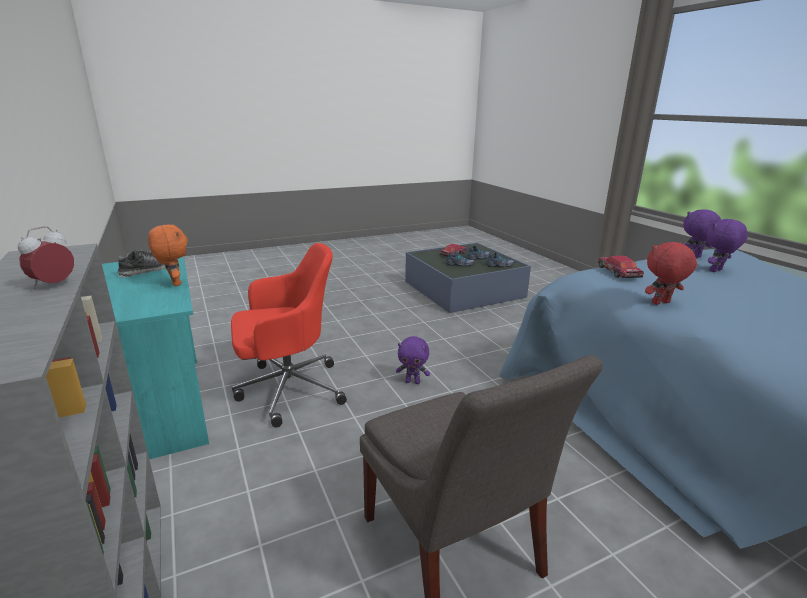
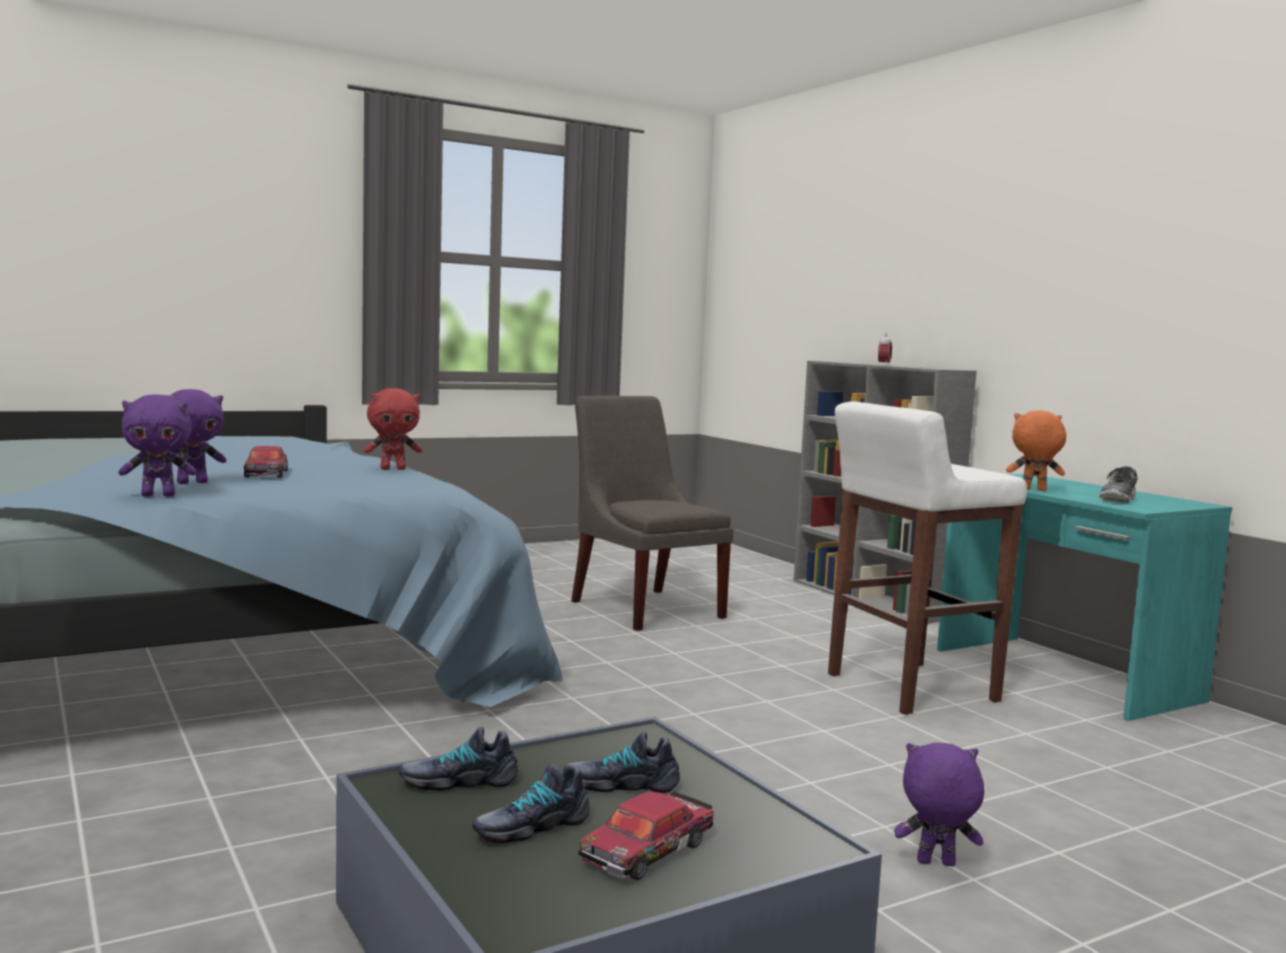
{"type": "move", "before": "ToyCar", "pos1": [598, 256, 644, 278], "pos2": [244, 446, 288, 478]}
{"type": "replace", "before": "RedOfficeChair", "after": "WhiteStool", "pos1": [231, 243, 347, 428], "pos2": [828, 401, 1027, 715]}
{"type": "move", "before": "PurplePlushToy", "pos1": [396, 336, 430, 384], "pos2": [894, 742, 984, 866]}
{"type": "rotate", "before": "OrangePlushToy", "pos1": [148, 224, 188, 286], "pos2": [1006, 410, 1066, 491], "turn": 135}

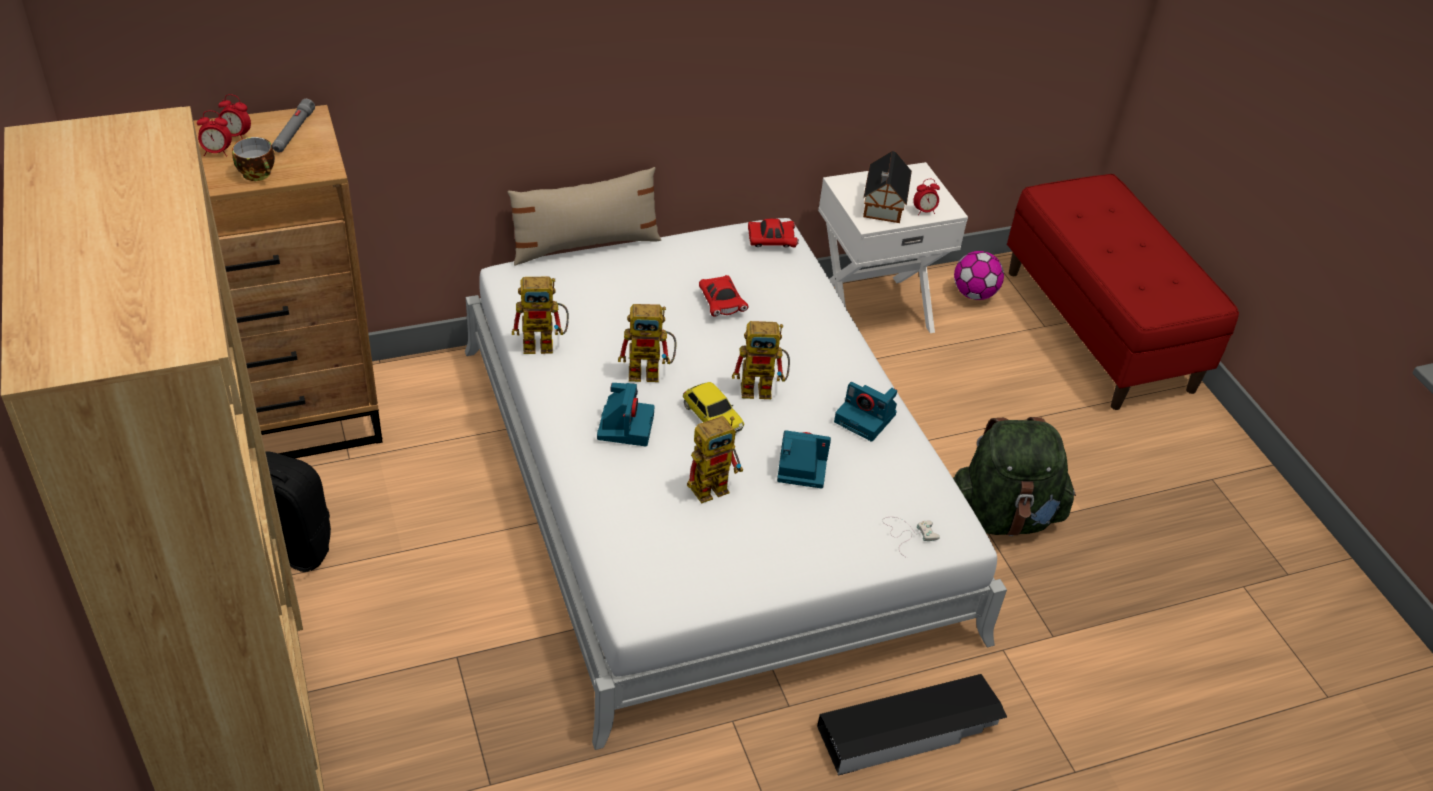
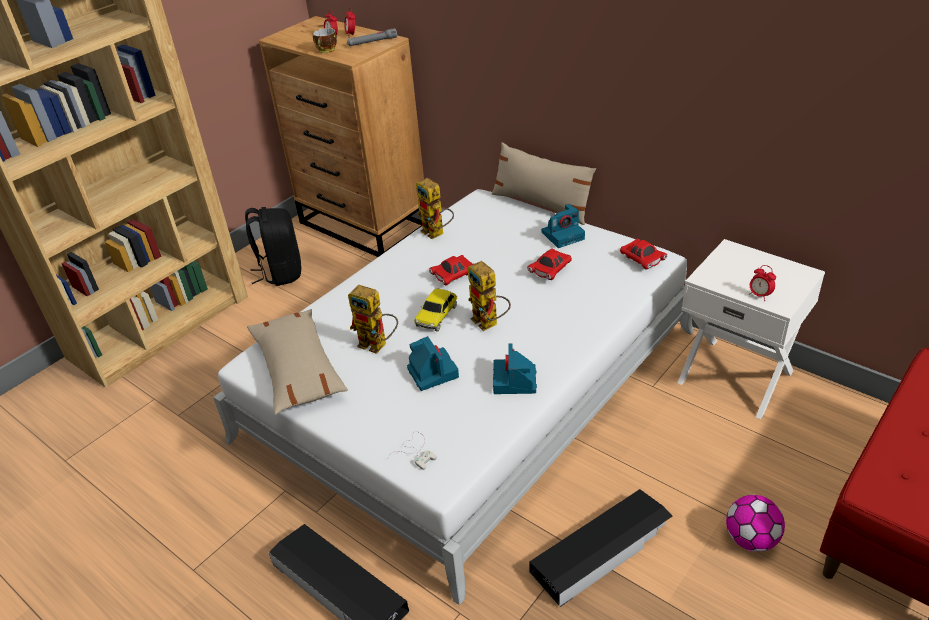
{"type": "insert", "after": "BeigePillow", "pos2": [247, 309, 348, 415]}
{"type": "replace", "before": "ToyRobot", "after": "RedToyCar", "pos1": [618, 304, 677, 382], "pos2": [429, 255, 473, 285]}
{"type": "replace", "before": "GreenBackpack", "after": "BlackStorageBox", "pos1": [953, 417, 1076, 536], "pos2": [529, 489, 672, 607]}
{"type": "move", "before": "PhotoCamera", "pos1": [597, 383, 655, 446], "pos2": [541, 204, 585, 248]}
{"type": "move", "before": "Football", "pos1": [954, 251, 1004, 300], "pos2": [726, 495, 785, 552]}
{"type": "delete", "before": "ToyHouse", "pos1": [863, 151, 912, 223]}

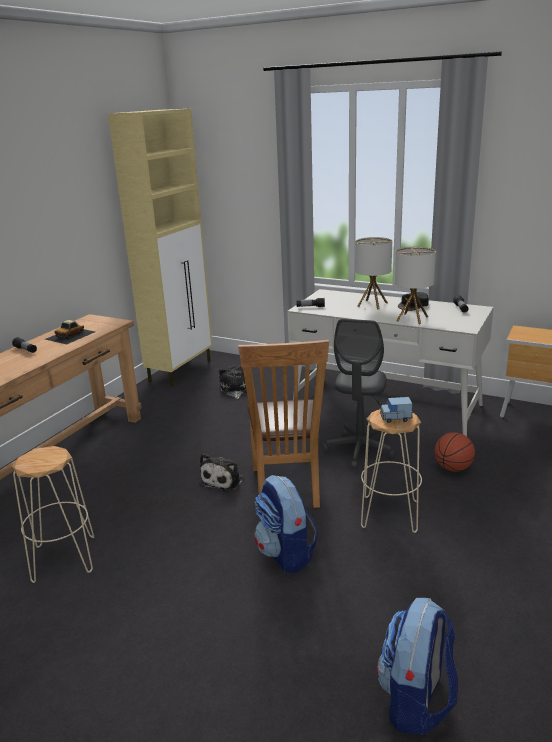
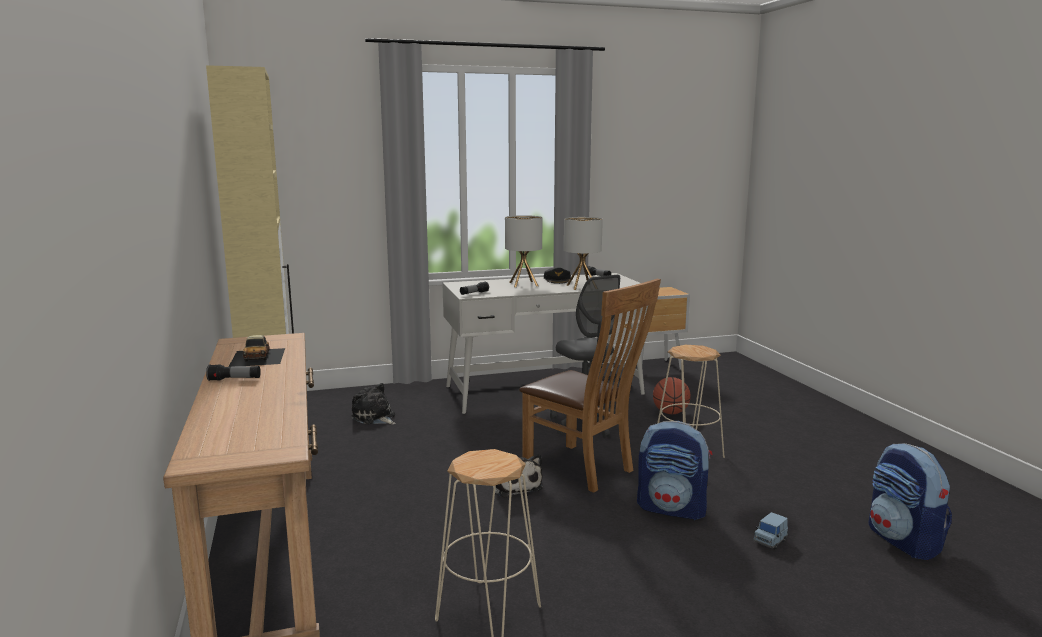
{"type": "move", "before": "BlueToyCar", "pos1": [380, 397, 413, 423], "pos2": [753, 512, 788, 549]}

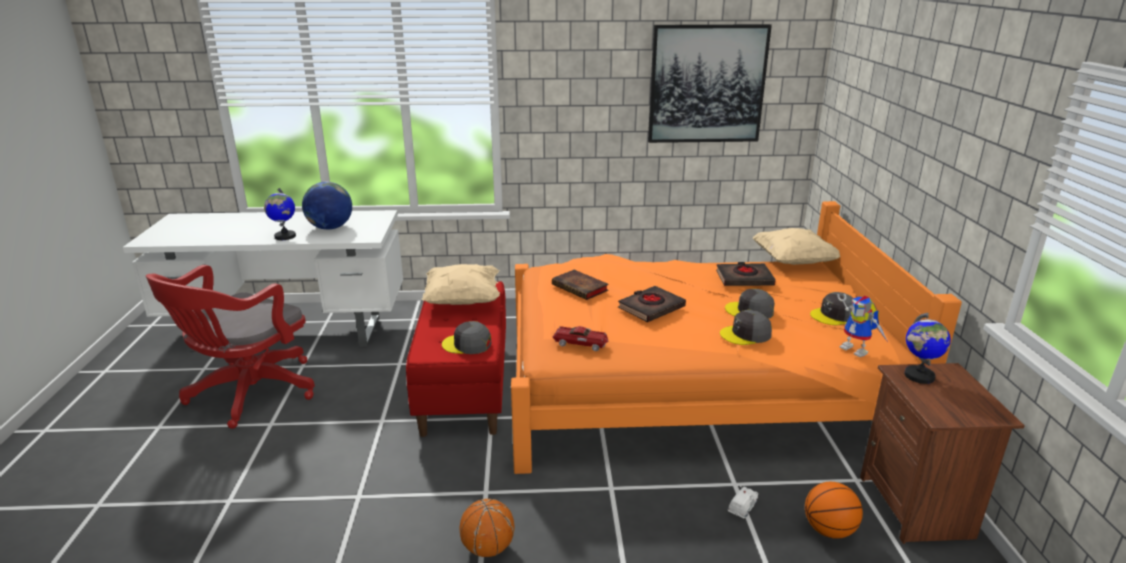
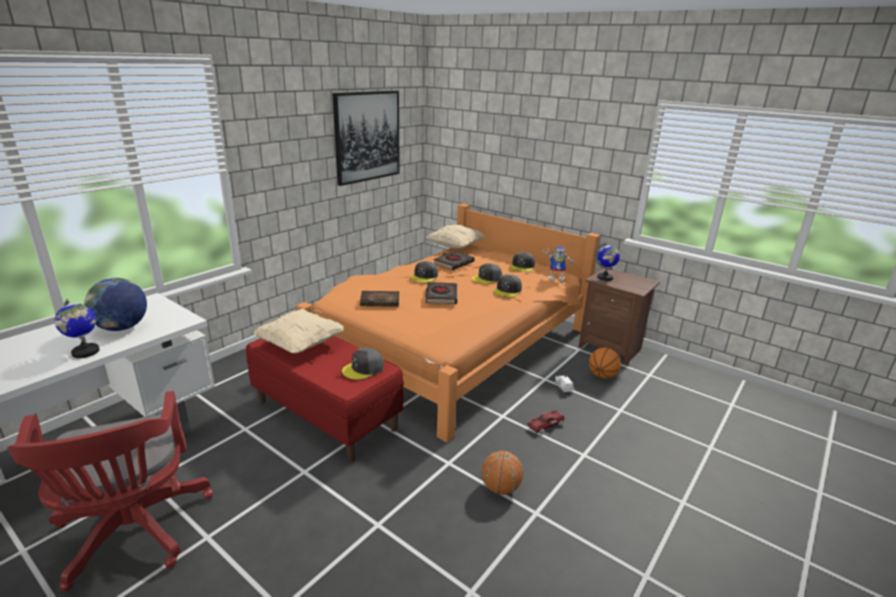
{"type": "insert", "after": "GreyCap", "pos2": [411, 261, 438, 282]}
{"type": "move", "before": "ToyCar", "pos1": [553, 326, 608, 351], "pos2": [527, 410, 565, 434]}

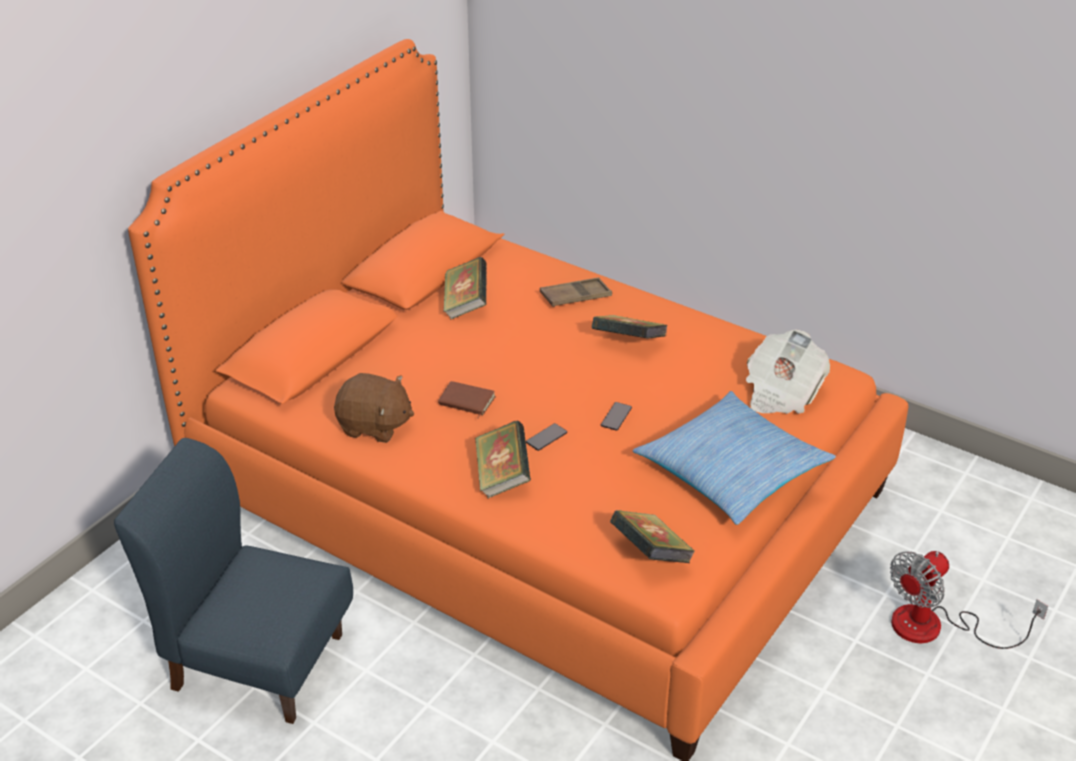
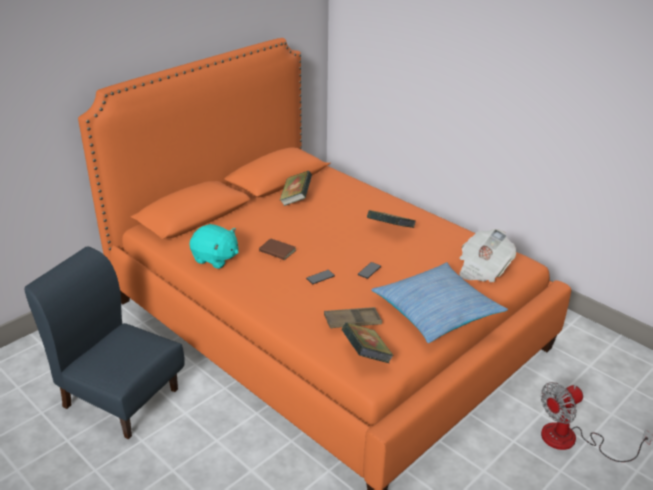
{"type": "recolor", "before": "BrownPlushToy", "after": "TurquoisePlushToy", "pos1": [334, 373, 414, 443], "pos2": [189, 224, 239, 269]}
{"type": "move", "before": "BrownTray", "pos1": [540, 278, 612, 307], "pos2": [324, 307, 382, 329]}
{"type": "delete", "before": "Book", "pos1": [475, 421, 531, 498]}

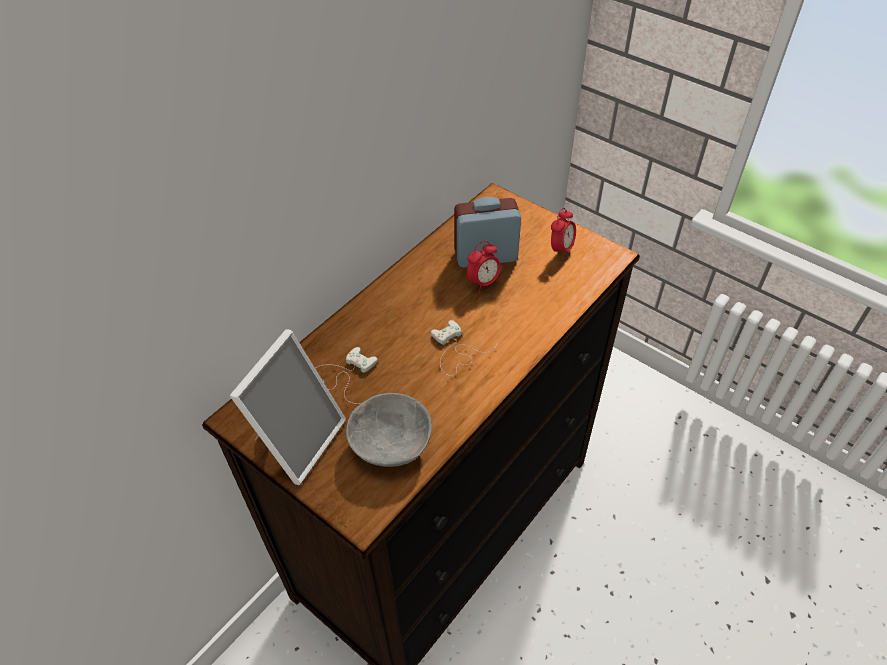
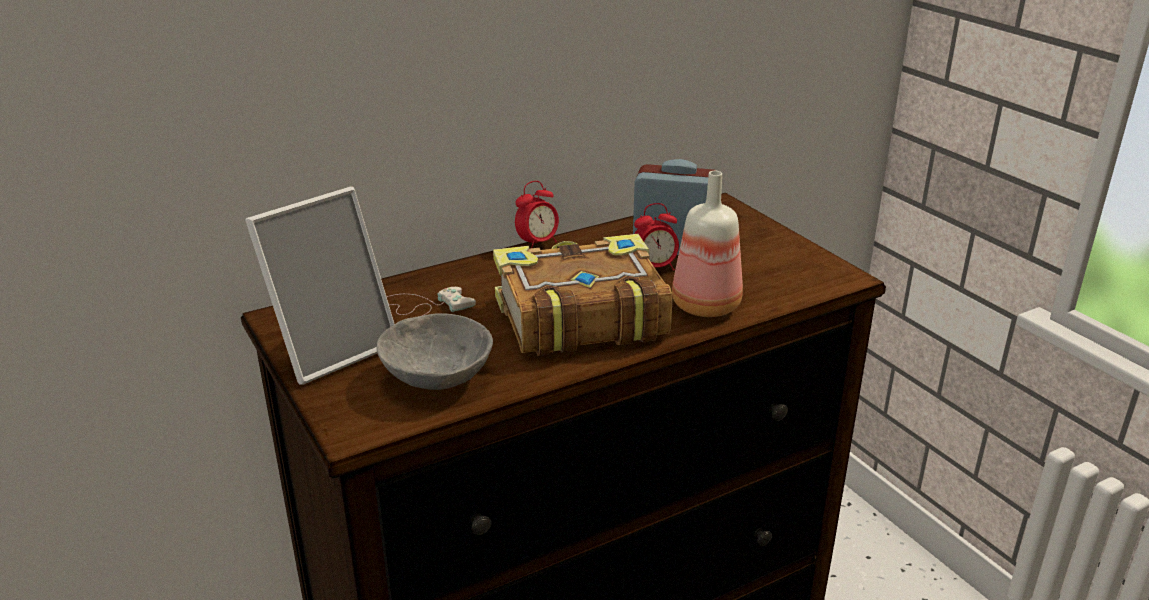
{"type": "replace", "before": "WhiteGameController", "after": "Book", "pos1": [431, 320, 497, 376], "pos2": [493, 234, 672, 356]}
{"type": "move", "before": "AlarmClock", "pos1": [551, 208, 576, 259], "pos2": [515, 181, 559, 248]}
{"type": "insert", "after": "Bottle", "pos2": [672, 171, 743, 317]}

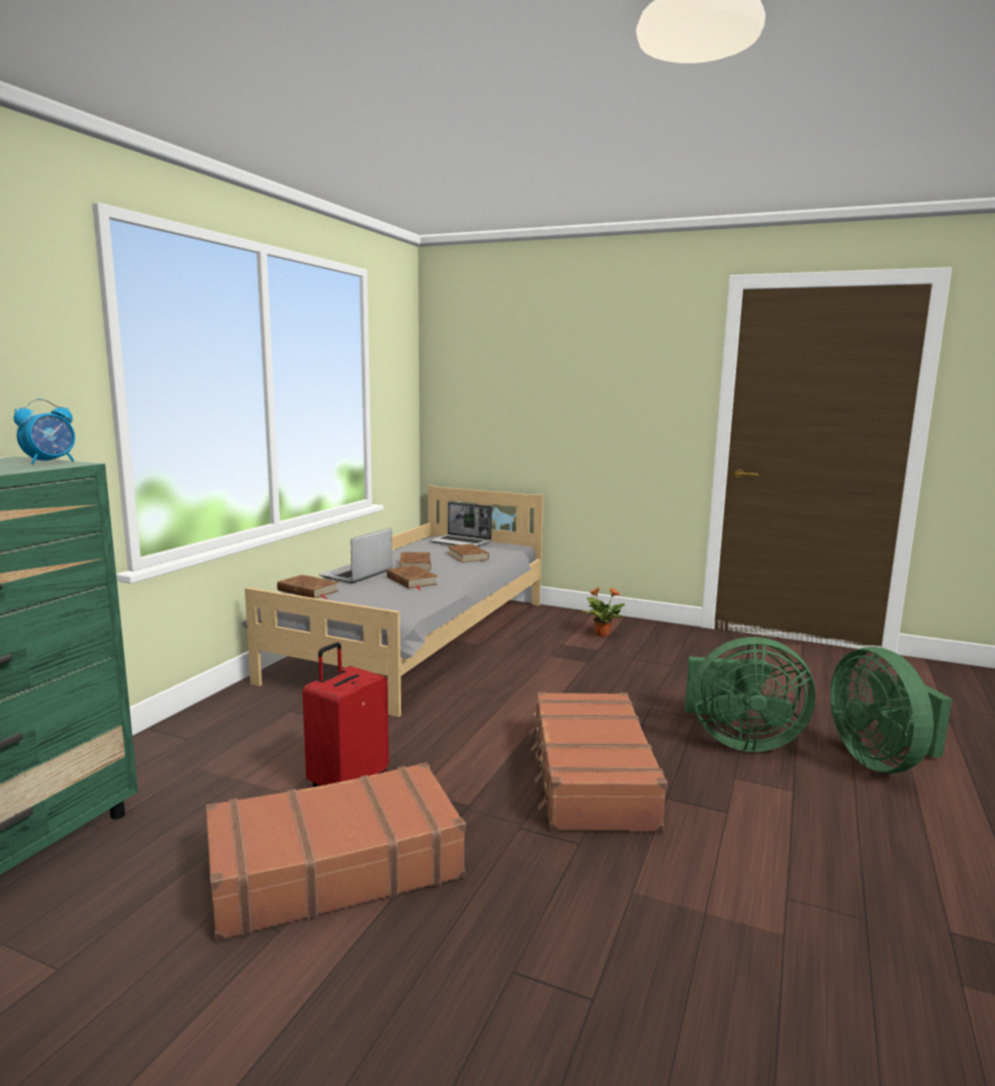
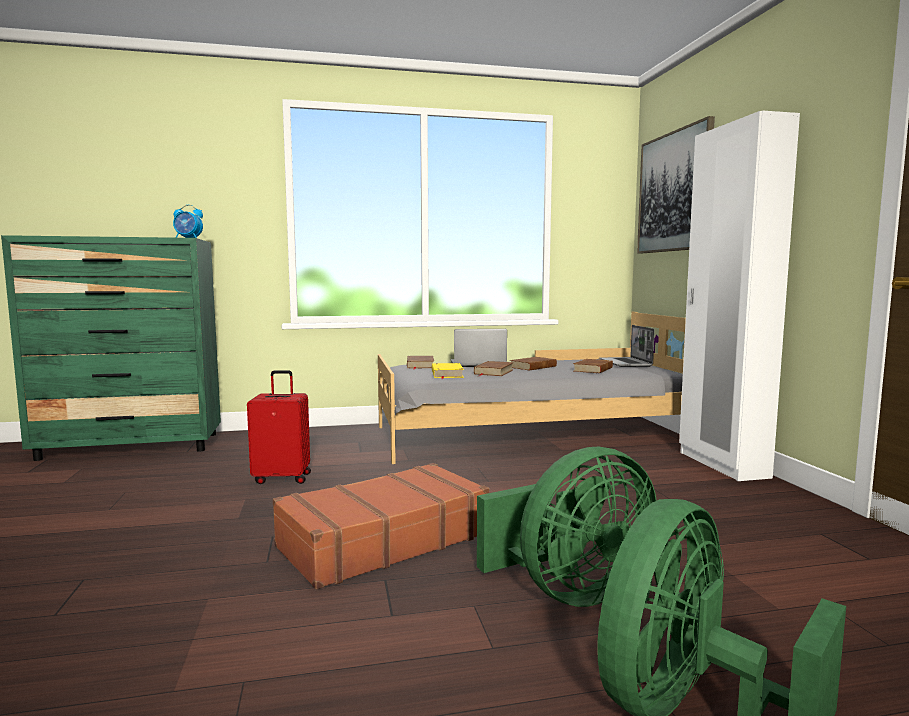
{"type": "insert", "after": "YellowBook", "pos2": [432, 363, 464, 379]}
{"type": "rotate", "before": "GreenFan", "pos1": [685, 637, 816, 752], "pos2": [477, 446, 657, 607], "turn": -90}
{"type": "insert", "after": "Picture", "pos2": [637, 116, 715, 253]}
{"type": "insert", "after": "WhiteWardrobe", "pos2": [679, 110, 800, 481]}
{"type": "delete", "before": "BrownSuitcase", "pos1": [206, 762, 466, 942]}
{"type": "delete", "before": "PottedPlant", "pos1": [582, 587, 625, 637]}

